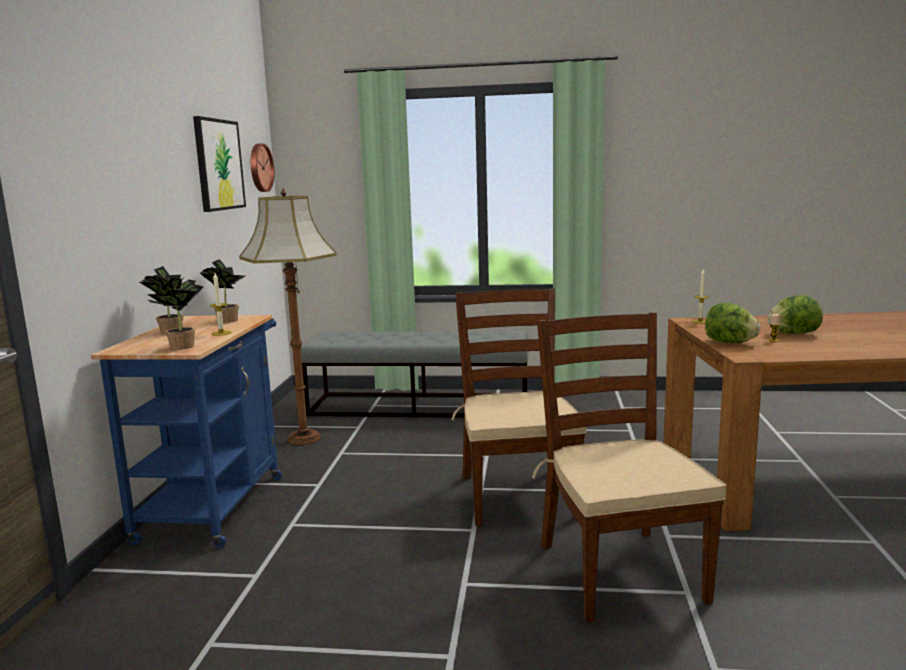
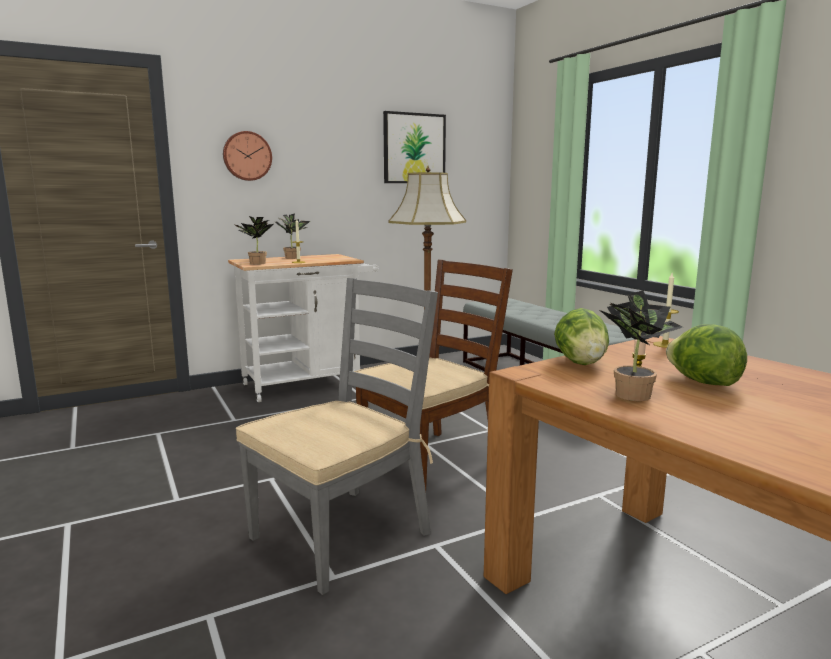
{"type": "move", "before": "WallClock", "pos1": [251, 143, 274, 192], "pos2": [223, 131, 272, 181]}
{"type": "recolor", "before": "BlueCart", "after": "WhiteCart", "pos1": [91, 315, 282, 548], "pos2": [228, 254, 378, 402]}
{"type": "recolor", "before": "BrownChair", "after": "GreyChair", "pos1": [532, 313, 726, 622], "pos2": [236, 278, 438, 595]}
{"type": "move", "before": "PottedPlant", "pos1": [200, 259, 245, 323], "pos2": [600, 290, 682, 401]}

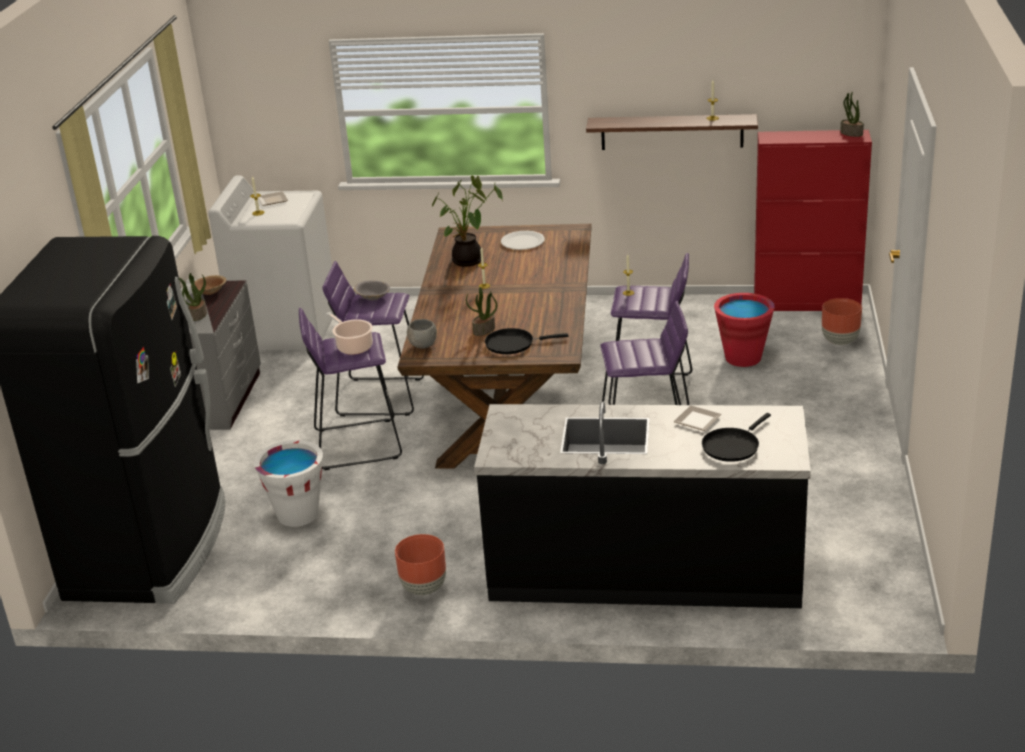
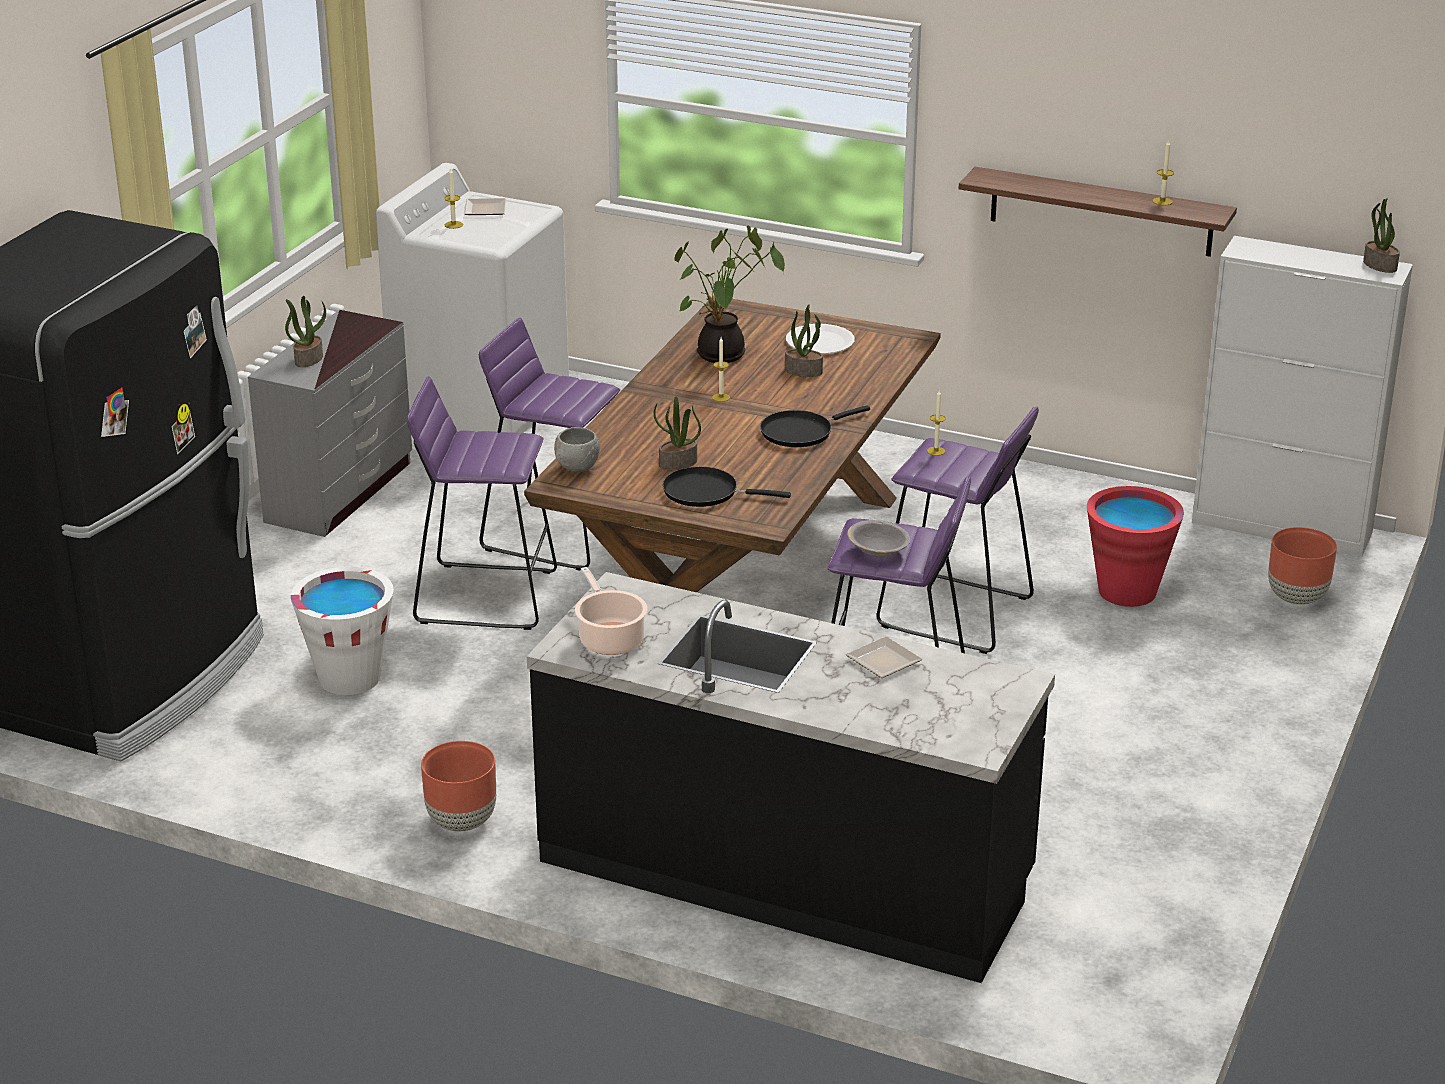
{"type": "move", "before": "CookingPot", "pos1": [326, 312, 373, 355], "pos2": [575, 567, 647, 655]}
{"type": "move", "before": "BlackFryingPan", "pos1": [702, 413, 771, 462], "pos2": [760, 405, 870, 447]}
{"type": "insert", "after": "PottedPlant", "pos2": [785, 304, 823, 377]}
{"type": "move", "before": "GreyBowl", "pos1": [354, 280, 390, 300], "pos2": [847, 520, 910, 557]}
{"type": "recolor", "before": "RedCabinet", "after": "WhiteCabinet", "pos1": [754, 130, 872, 311], "pos2": [1192, 236, 1413, 557]}
{"type": "delete", "before": "BrownBowl", "pos1": [191, 275, 226, 295]}

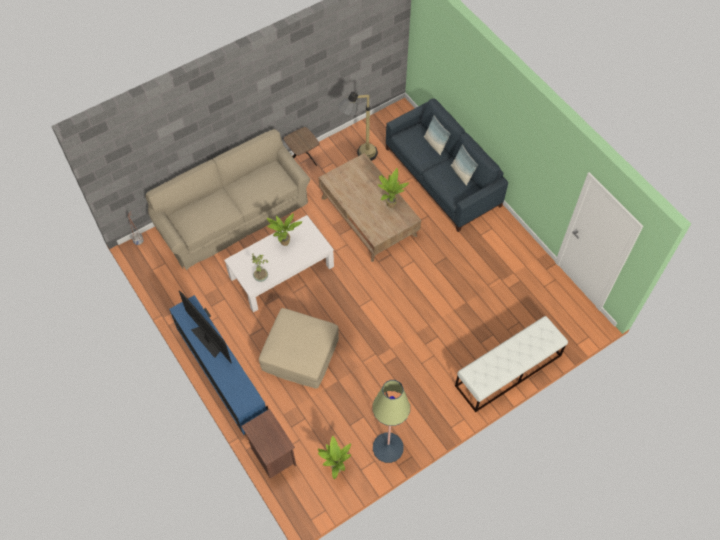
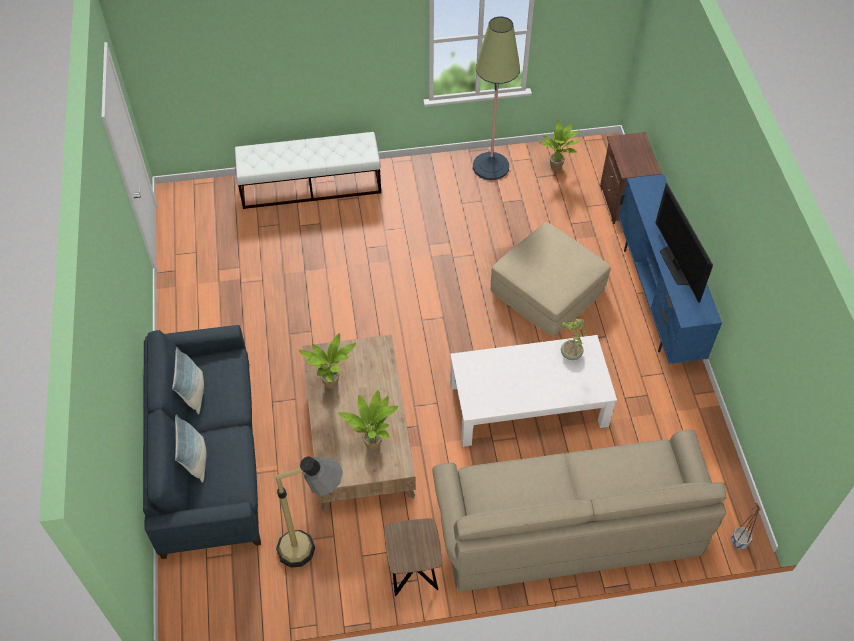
{"type": "move", "before": "PottedPlant", "pos1": [267, 213, 302, 246], "pos2": [338, 390, 398, 451]}

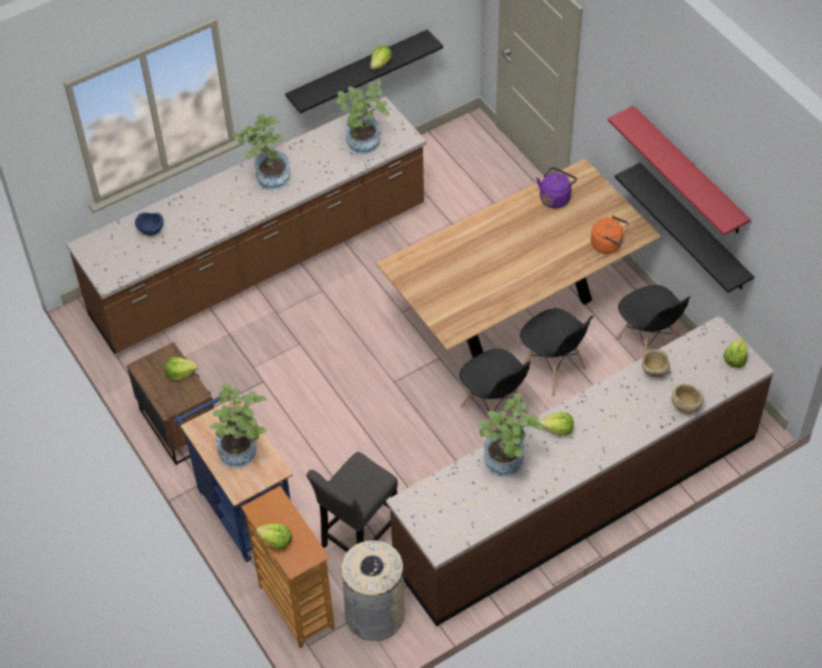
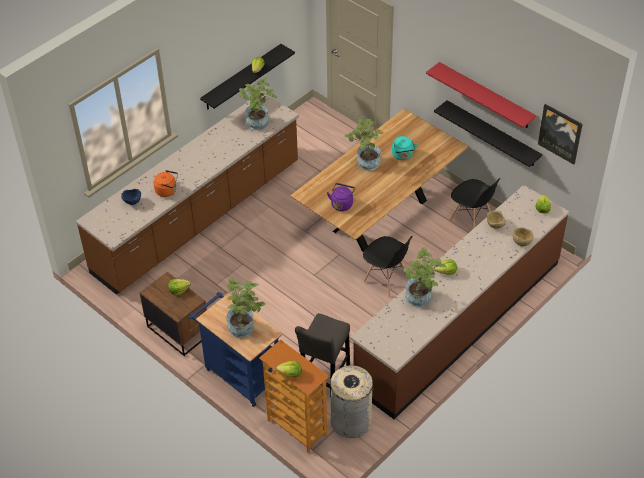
{"type": "move", "before": "OrangeKettle", "pos1": [591, 215, 629, 254], "pos2": [154, 170, 178, 197]}
{"type": "move", "before": "PurpleKettle", "pos1": [536, 167, 577, 208], "pos2": [327, 183, 355, 211]}
{"type": "move", "before": "PottedPlant", "pos1": [232, 114, 291, 190], "pos2": [344, 119, 384, 171]}
{"type": "insert", "after": "TurquoiseKettle", "pos2": [392, 136, 417, 160]}
{"type": "insert", "after": "Picture", "pos2": [538, 104, 583, 165]}
{"type": "delete", "before": "BlackChair", "pos1": [520, 308, 594, 397]}

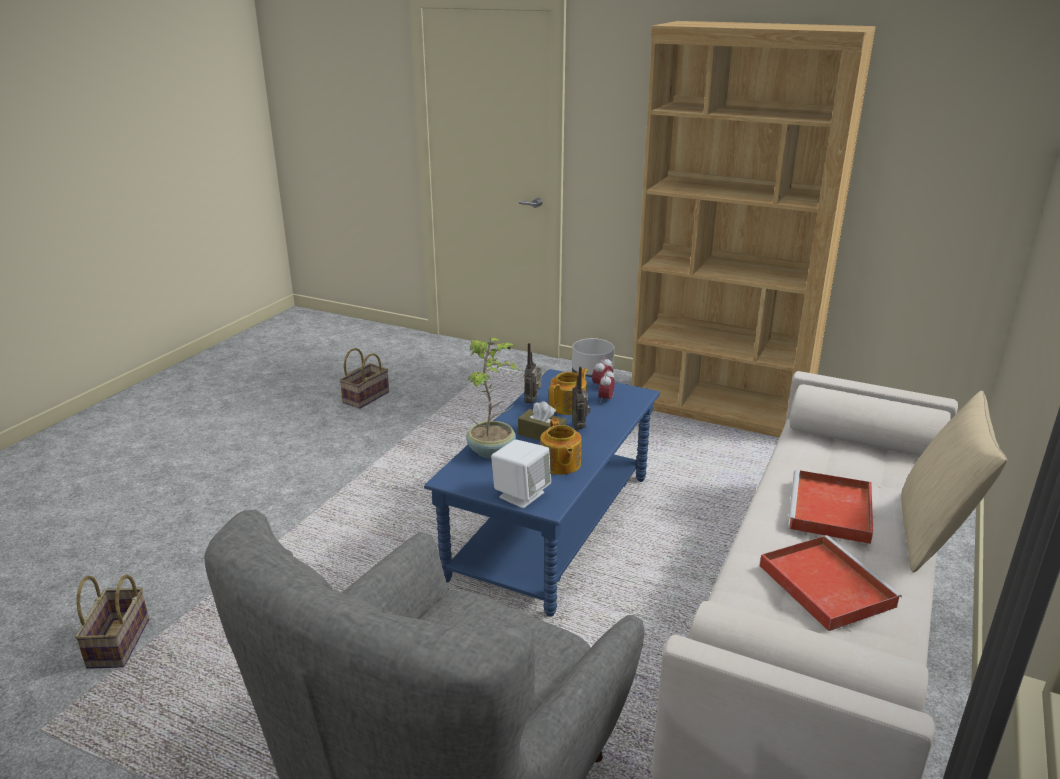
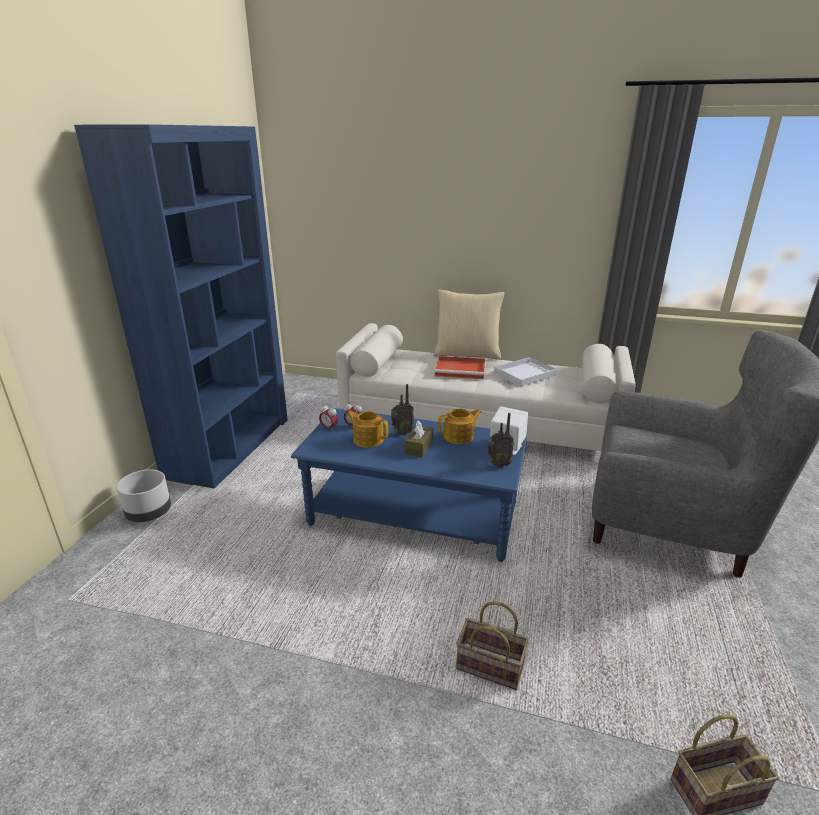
{"type": "recolor", "before": "BrownBookcase", "after": "BlueBookcase", "pos1": [631, 21, 876, 438], "pos2": [74, 124, 288, 489]}
{"type": "move", "before": "Basket", "pos1": [339, 348, 389, 409], "pos2": [456, 601, 529, 690]}
{"type": "move", "before": "Radio", "pos1": [524, 343, 542, 403], "pos2": [487, 413, 514, 467]}
{"type": "recolor", "before": "RedTray", "after": "WhiteTray", "pos1": [760, 535, 902, 631], "pos2": [493, 357, 557, 386]}
{"type": "delete", "before": "PottedPlant", "pos1": [466, 338, 520, 459]}

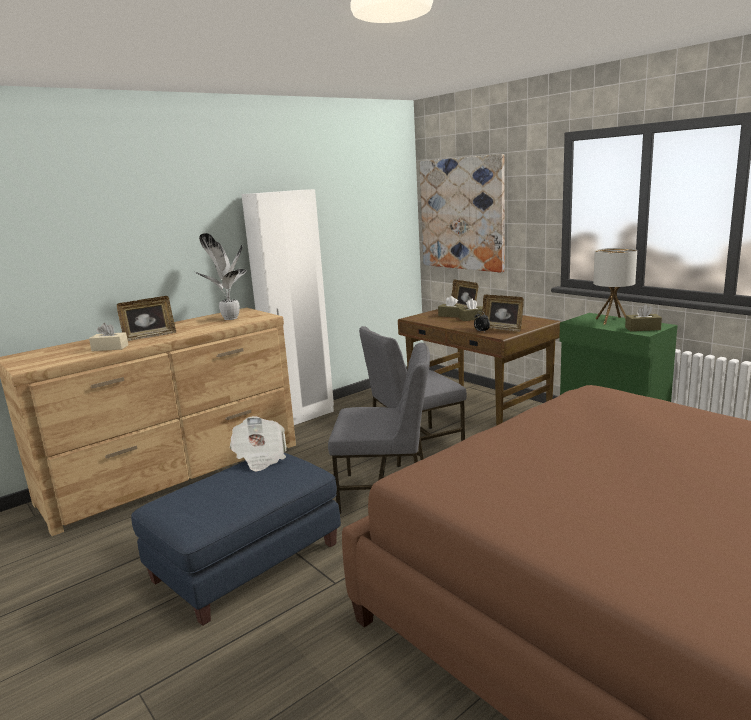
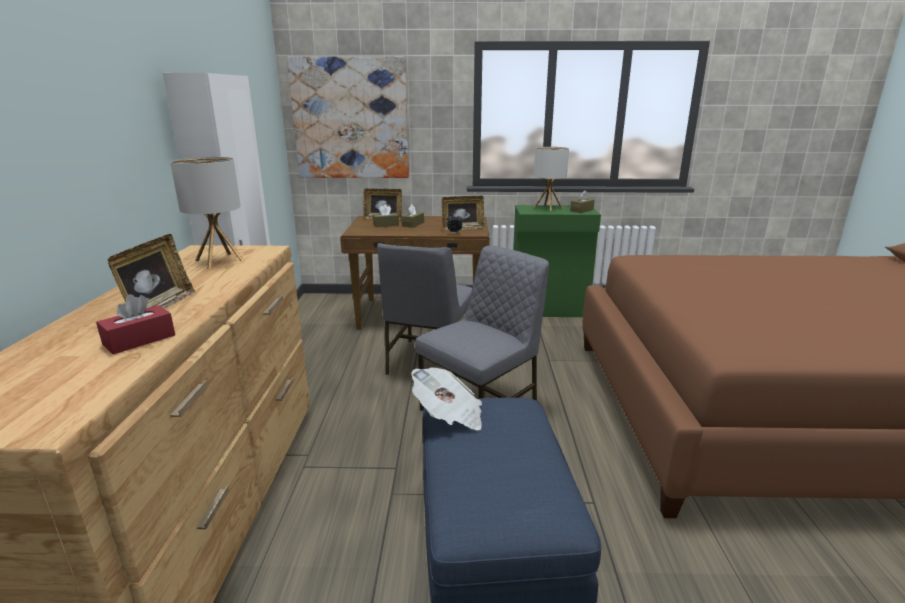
{"type": "recolor", "before": "BeigeTissueBox", "after": "RedTissueBox", "pos1": [89, 323, 128, 351], "pos2": [96, 294, 175, 354]}
{"type": "replace", "before": "PottedPlant", "after": "TableLamp", "pos1": [195, 233, 247, 320], "pos2": [170, 157, 244, 269]}

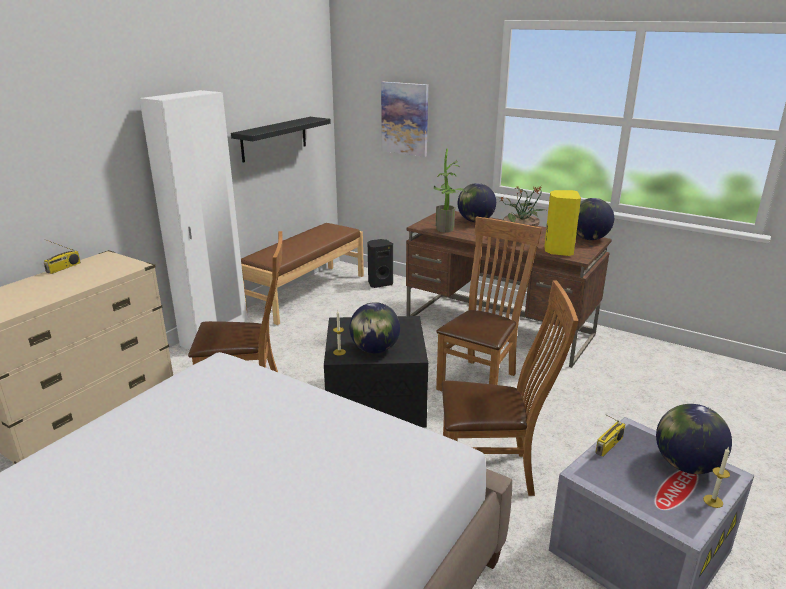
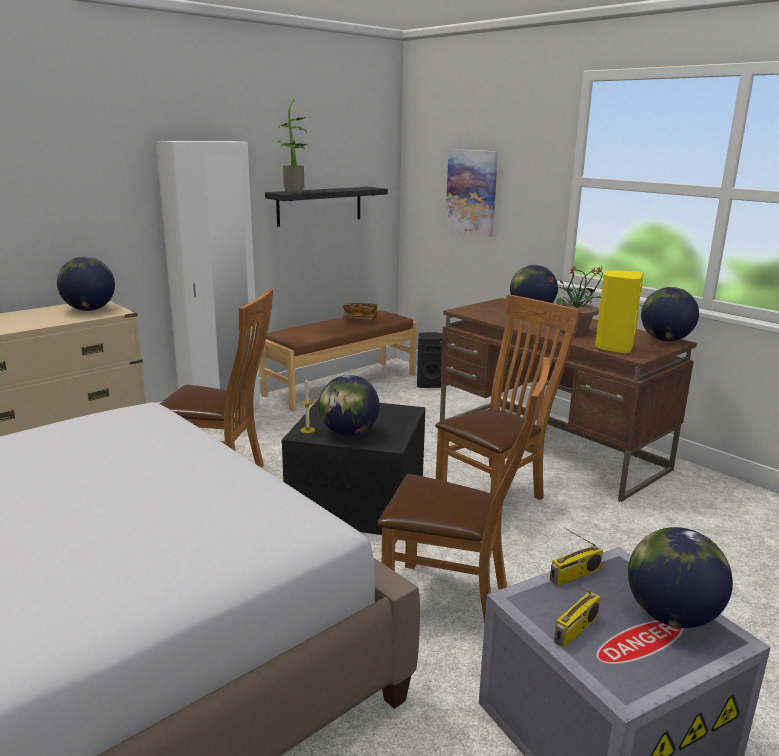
{"type": "insert", "after": "Globe", "pos2": [57, 257, 115, 311]}
{"type": "move", "before": "PottedPlant", "pos1": [434, 149, 466, 232], "pos2": [278, 99, 311, 193]}
{"type": "insert", "after": "Book", "pos2": [343, 303, 377, 320]}
{"type": "move", "before": "Radio", "pos1": [44, 240, 81, 274], "pos2": [554, 582, 600, 648]}
{"type": "delete", "before": "Candle", "pos1": [703, 447, 730, 508]}

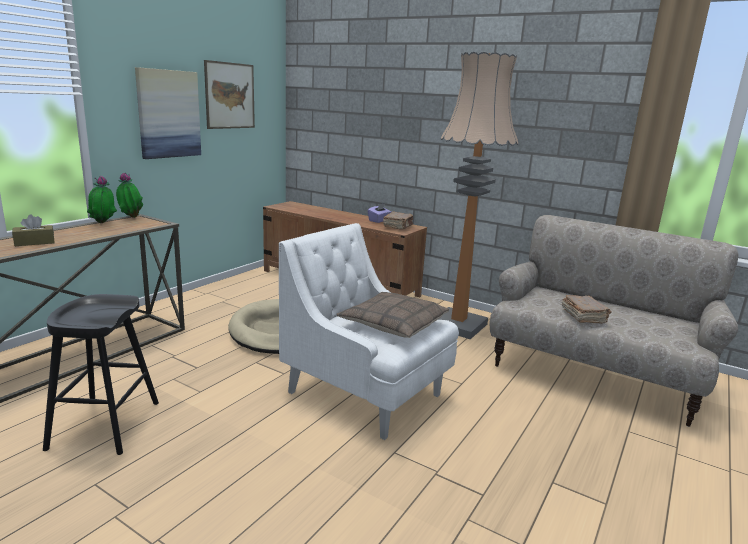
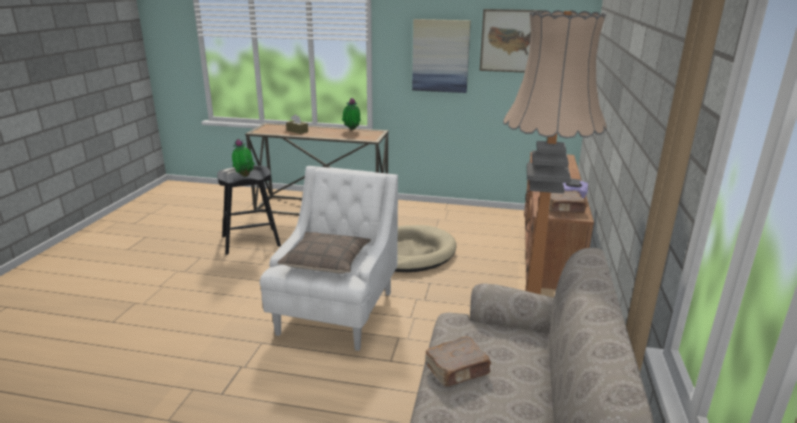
{"type": "move", "before": "PottedPlant", "pos1": [116, 172, 143, 218], "pos2": [232, 139, 255, 177]}

